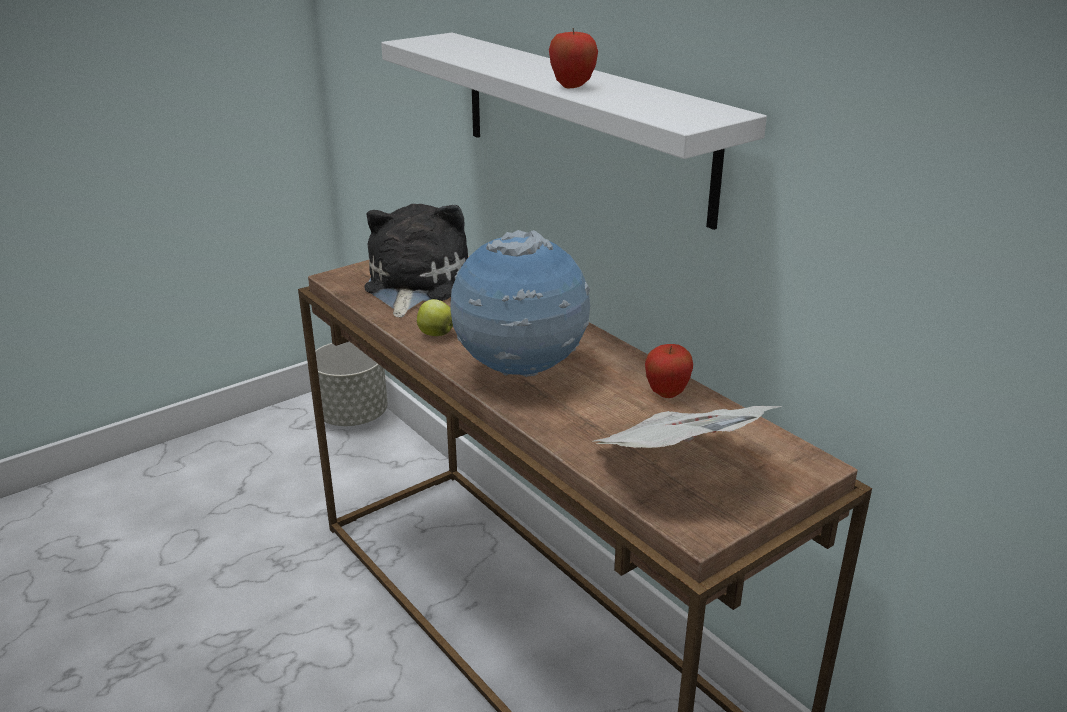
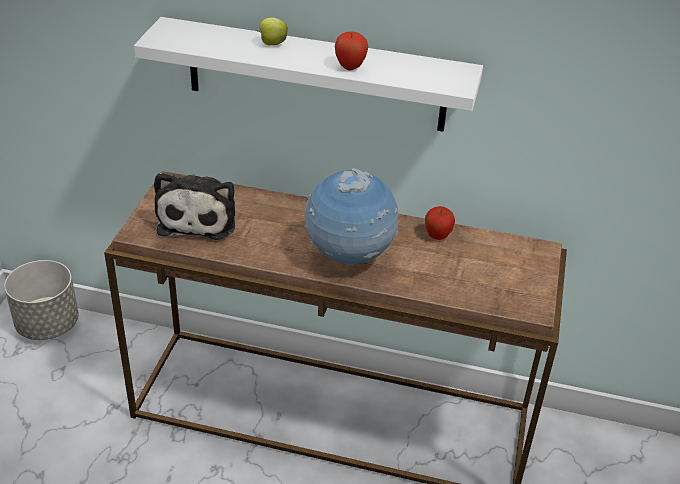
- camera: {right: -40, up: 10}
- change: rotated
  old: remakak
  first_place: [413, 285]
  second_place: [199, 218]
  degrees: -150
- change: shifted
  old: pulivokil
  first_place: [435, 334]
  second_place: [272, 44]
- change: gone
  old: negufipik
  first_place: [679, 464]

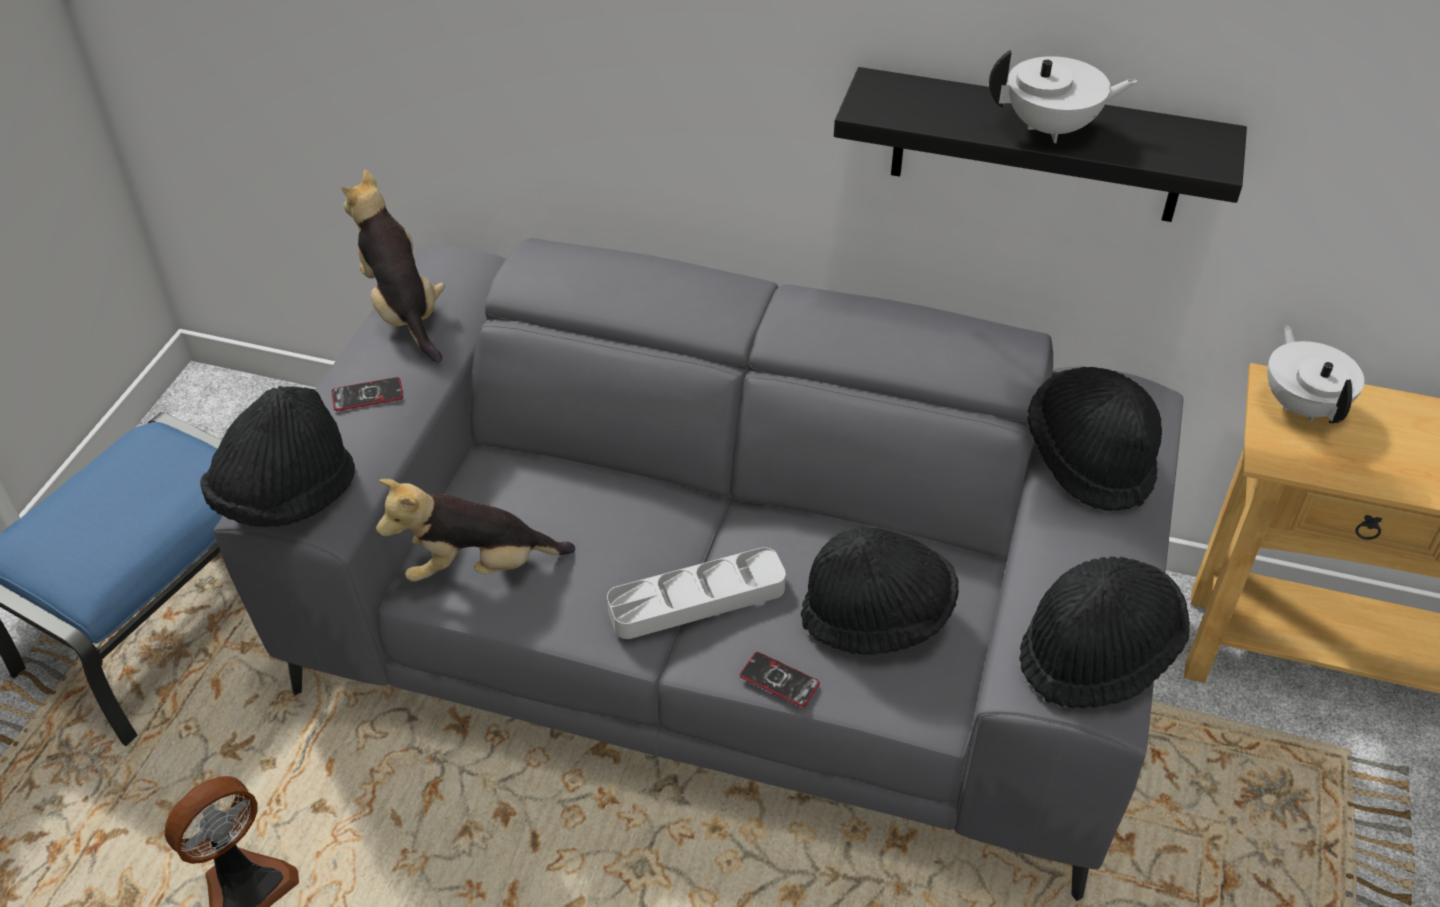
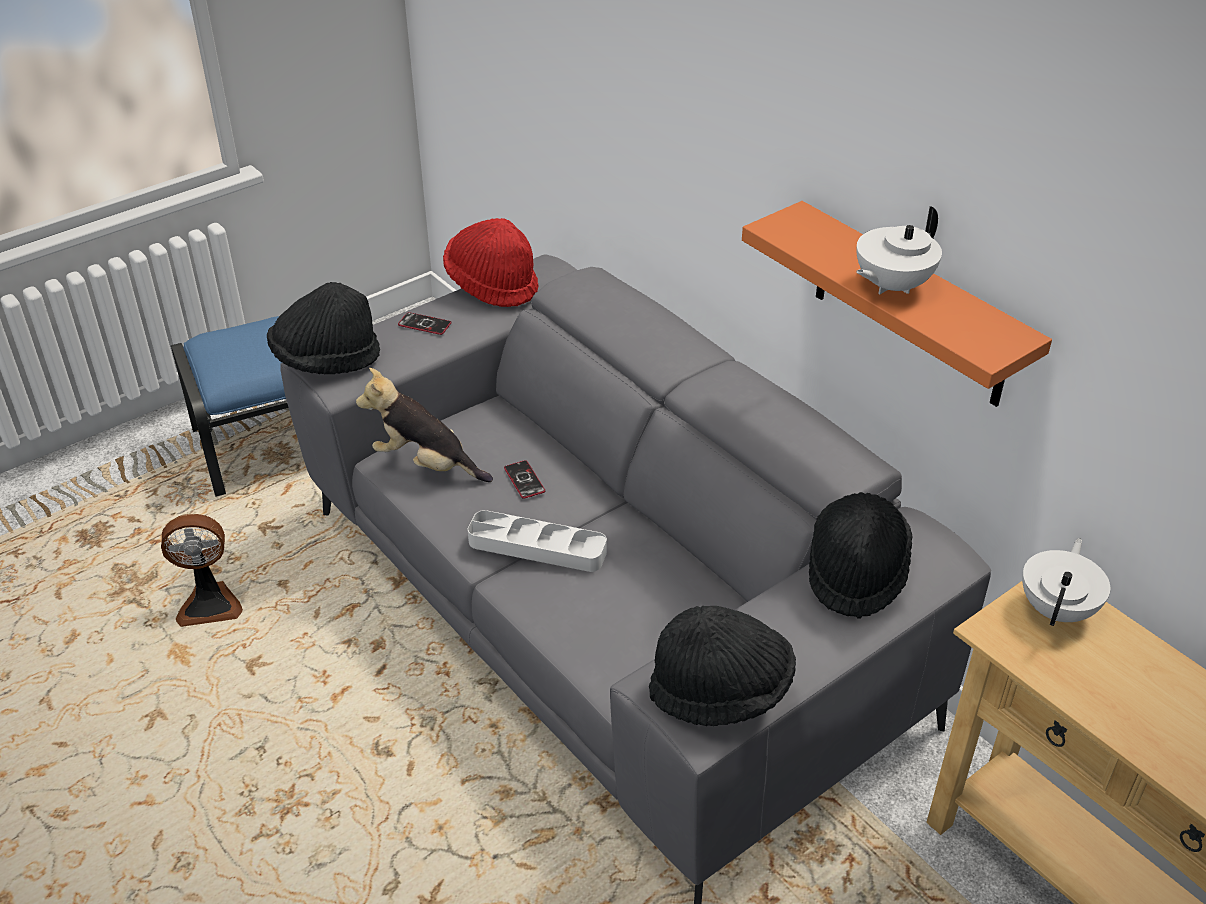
- camera: {right: 35, up: -5}
- change: swapped
  old: remakak
  new: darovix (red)
  first_place: [403, 311]
  second_place: [492, 285]
- change: shifted
  old: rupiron
  first_place: [779, 680]
  second_place: [524, 480]
- change: gone
  old: darovix (black)
  first_place: [877, 617]
- change: repainted
  old: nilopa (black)
  new: nilopa (orange)
  first_place: [1037, 147]
  second_place: [910, 307]
- change: rotated
  old: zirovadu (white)
  first_place: [1052, 129]
  second_place: [891, 286]
  degrees: 105

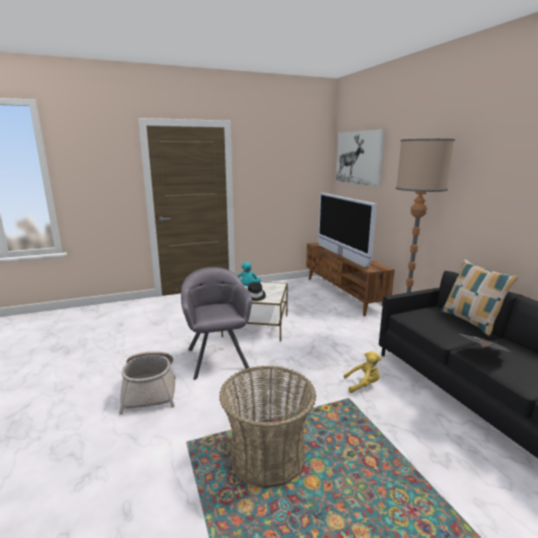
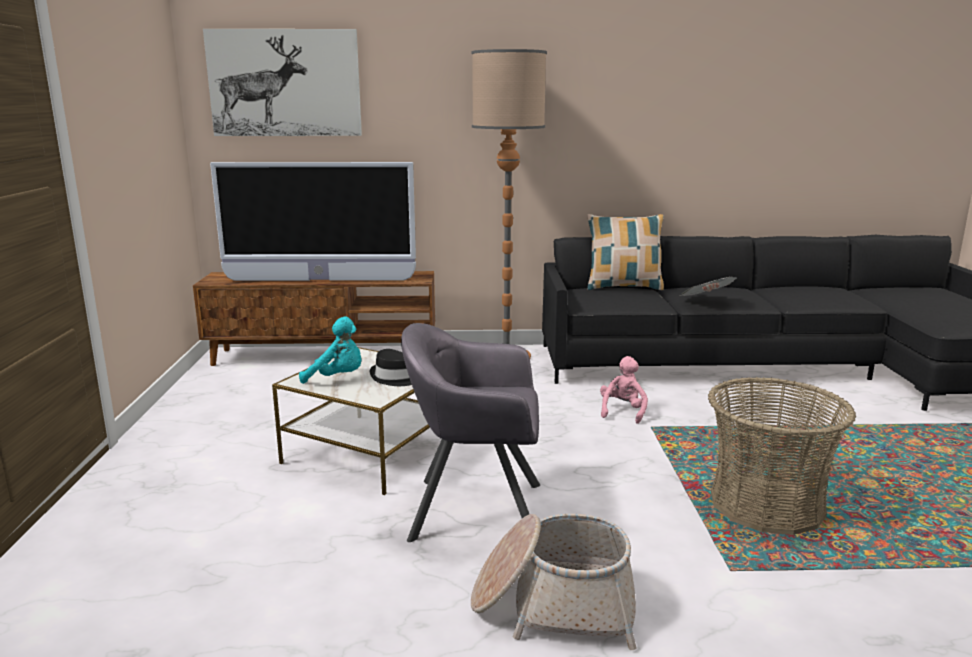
- camera: {right: -70, up: 0}
- change: repainted
  old: remakak (yellow)
  new: remakak (pink)
  first_place: [363, 385]
  second_place: [622, 411]

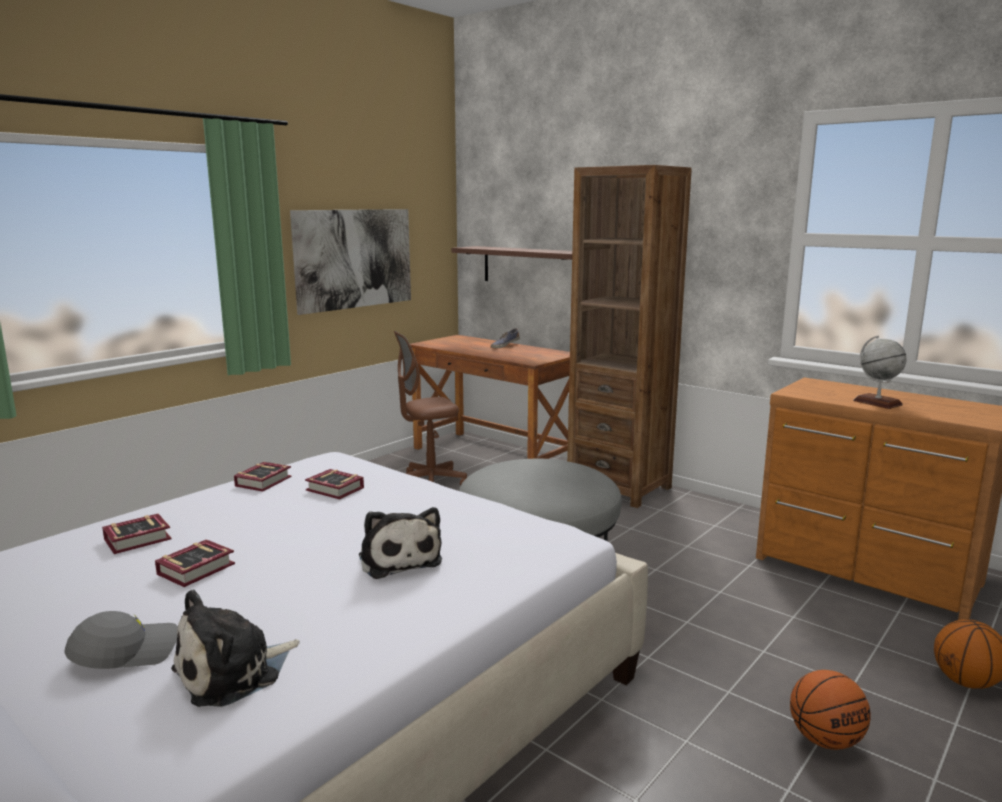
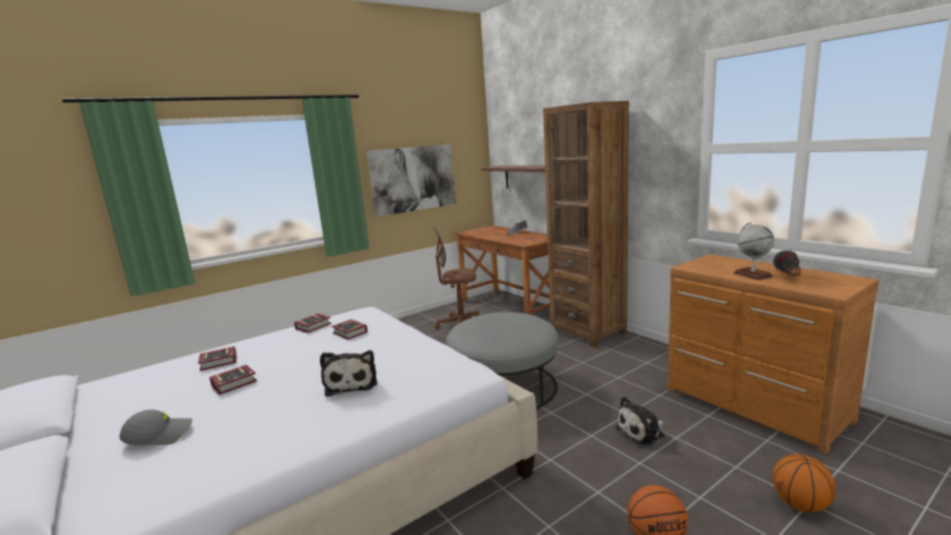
- camera: {right: 15, up: 0}
- change: shifted
  old: remakak
  first_place: [233, 672]
  second_place: [642, 432]
- change: new
  new: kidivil
  second_place: [789, 277]

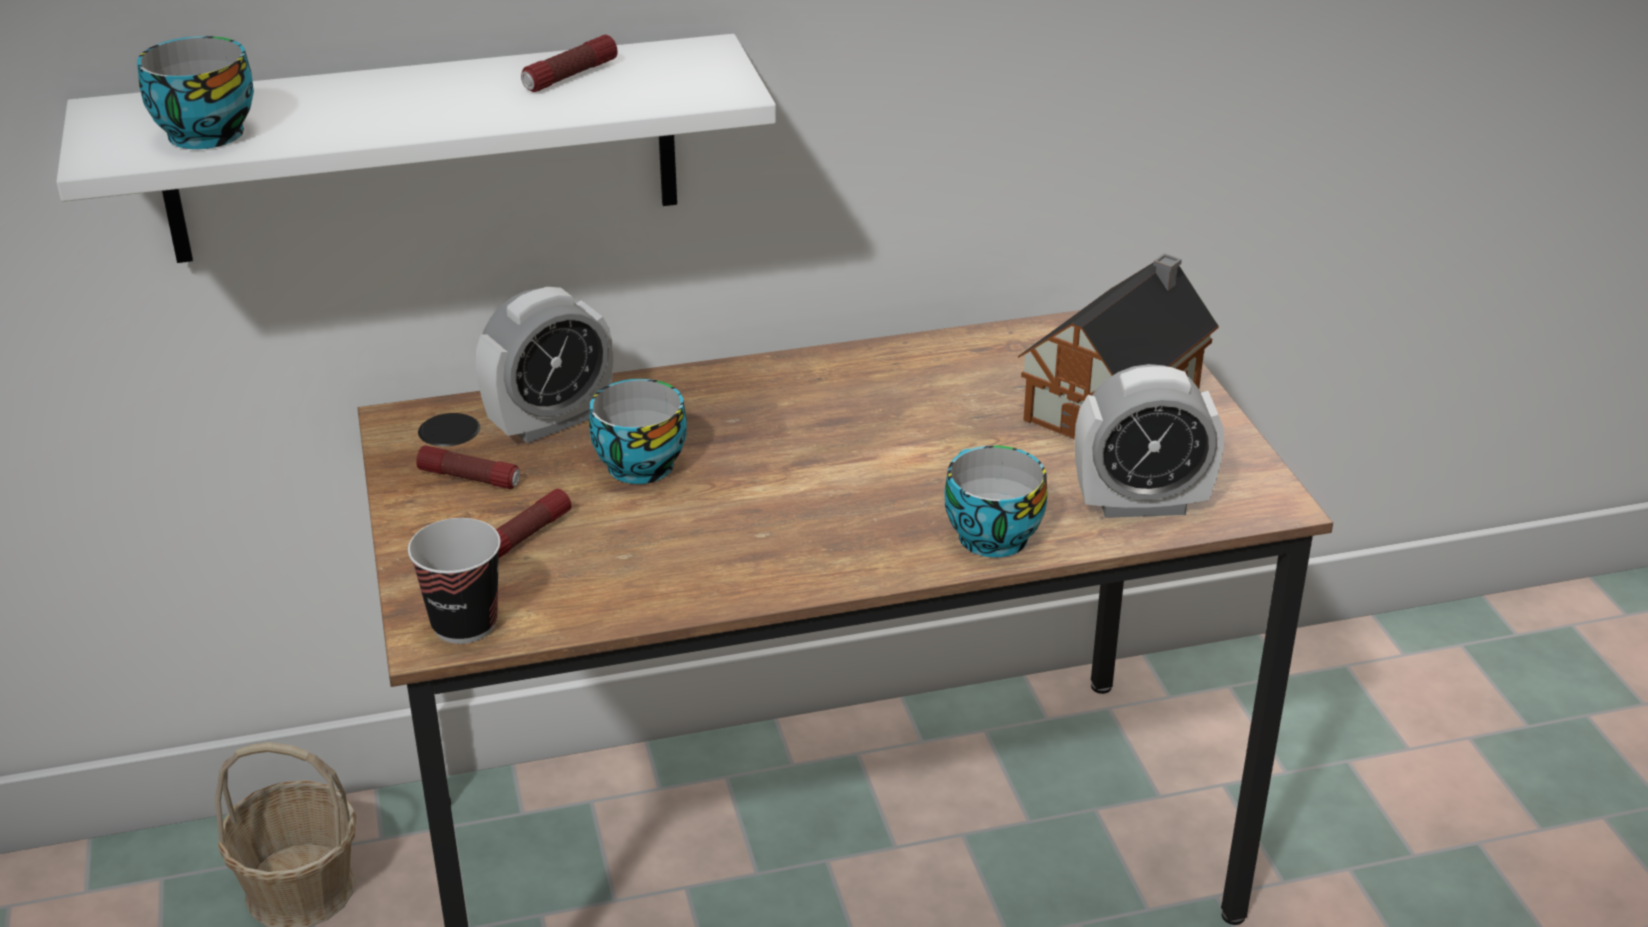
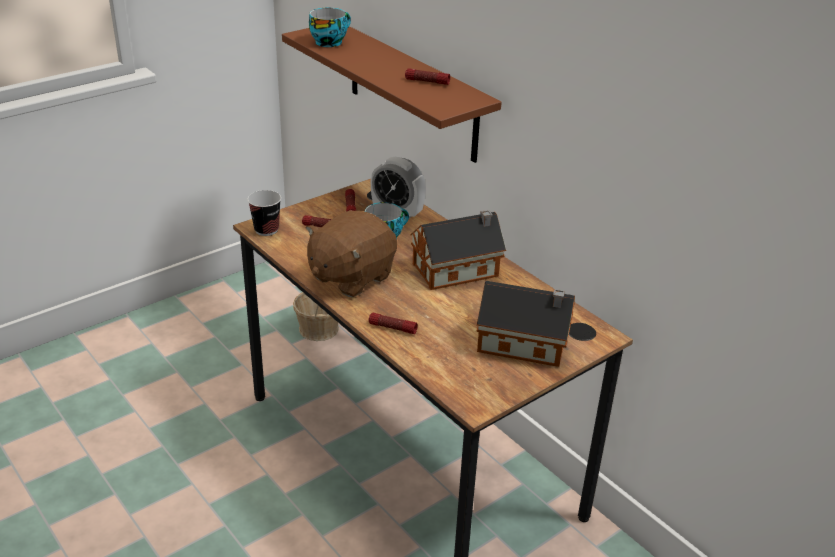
- camera: {right: 65, up: 0}
- change: repainted
  old: nilopa (white)
  new: nilopa (brown)
  first_place: [423, 149]
  second_place: [412, 91]
- change: swapped
  old: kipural
  new: kidivil
  first_place: [987, 535]
  second_place: [392, 328]
- change: gone
  old: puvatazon
  first_place: [1141, 504]
- change: new
  new: remakak (brown)
  second_place: [350, 276]
- change: new
  new: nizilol
  second_place: [459, 270]

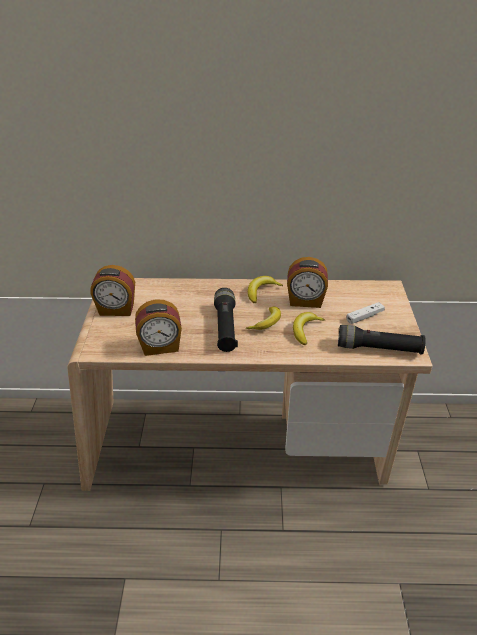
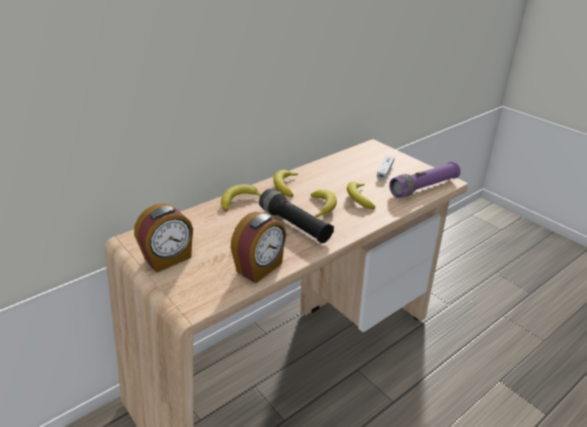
- camera: {right: -40, up: -5}
- change: gone
  old: puvatazon
  first_place: [305, 301]
- change: repainted
  old: kidivil (black)
  new: kidivil (purple)
  first_place: [378, 349]
  second_place: [424, 188]
- change: new
  new: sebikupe
  second_place: [239, 200]

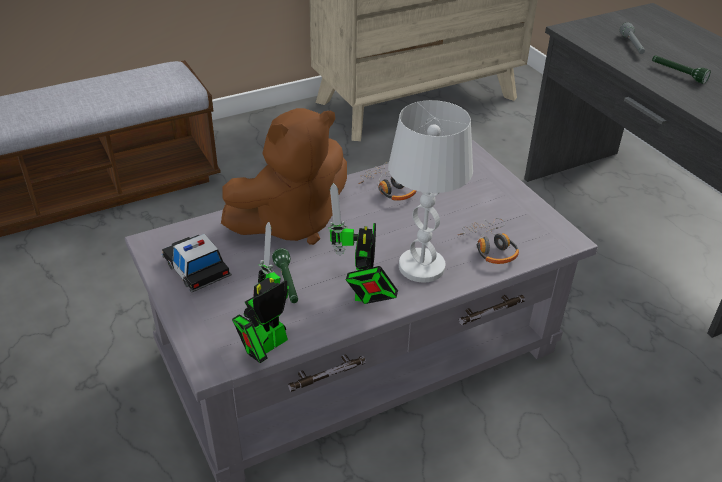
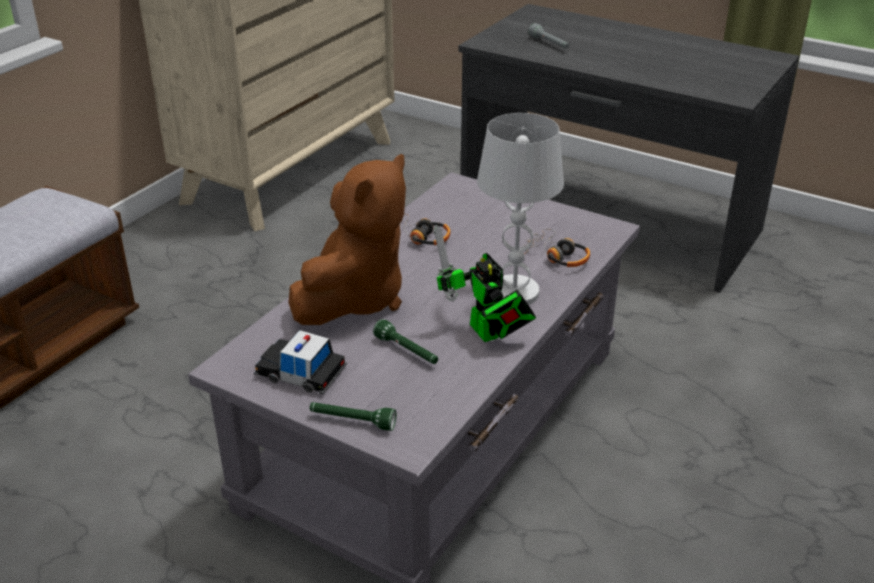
- camera: {right: -30, up: -5}
- change: gone
  old: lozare
  first_place: [265, 346]
- change: shifted
  old: kidivil (green)
  first_place: [677, 74]
  second_place: [352, 421]

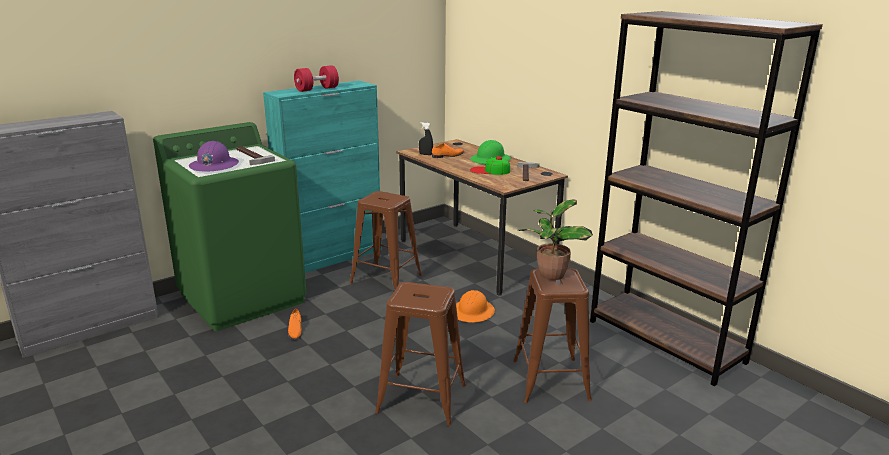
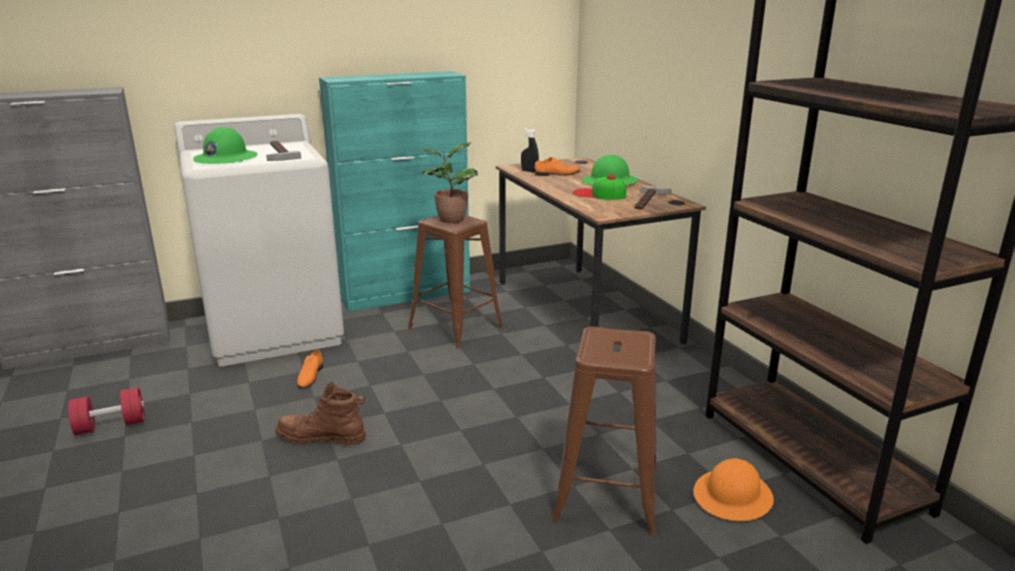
- camera: {right: 15, up: 0}
- change: repainted
  old: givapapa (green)
  new: givapapa (white)
  first_place: [243, 297]
  second_place: [275, 330]
- change: repainted
  old: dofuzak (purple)
  new: dofuzak (green)
  first_place: [214, 166]
  second_place: [225, 159]
- change: shifted
  old: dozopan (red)
  first_place: [317, 89]
  second_place: [111, 426]
- change: gone
  old: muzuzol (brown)
  first_place: [421, 398]
- change: shifted
  old: dofuzak (orange)
  first_place: [473, 312]
  second_place: [733, 497]
- change: shifted
  old: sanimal
  first_place: [550, 275]
  second_place: [450, 220]
- change: new
  new: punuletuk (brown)
  second_place: [322, 437]

